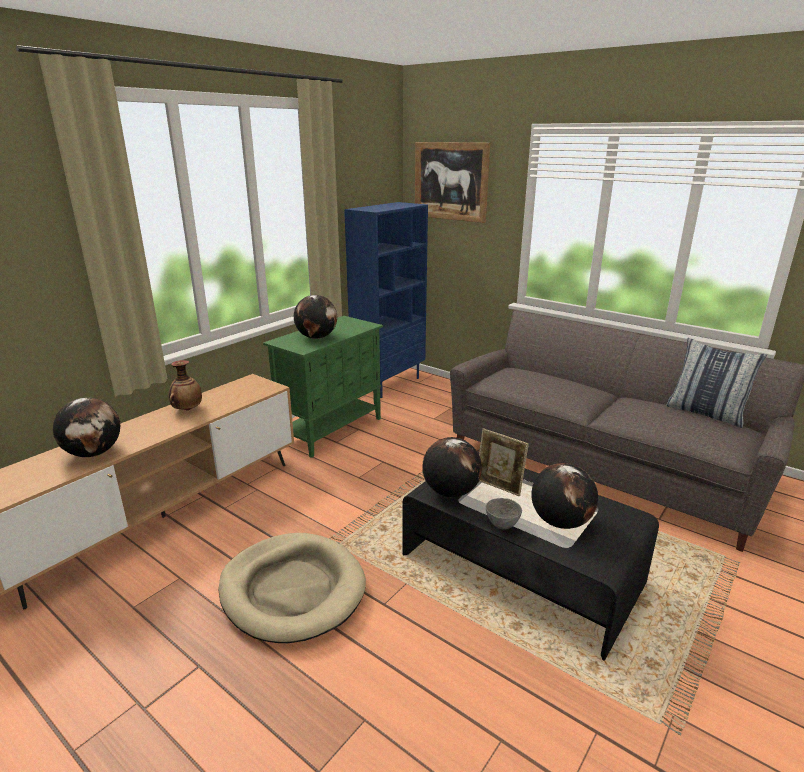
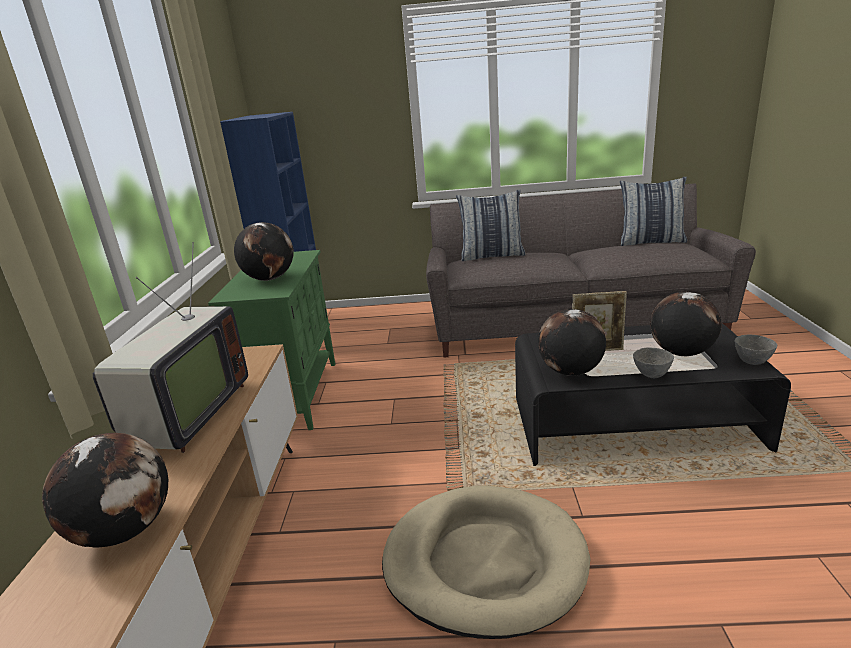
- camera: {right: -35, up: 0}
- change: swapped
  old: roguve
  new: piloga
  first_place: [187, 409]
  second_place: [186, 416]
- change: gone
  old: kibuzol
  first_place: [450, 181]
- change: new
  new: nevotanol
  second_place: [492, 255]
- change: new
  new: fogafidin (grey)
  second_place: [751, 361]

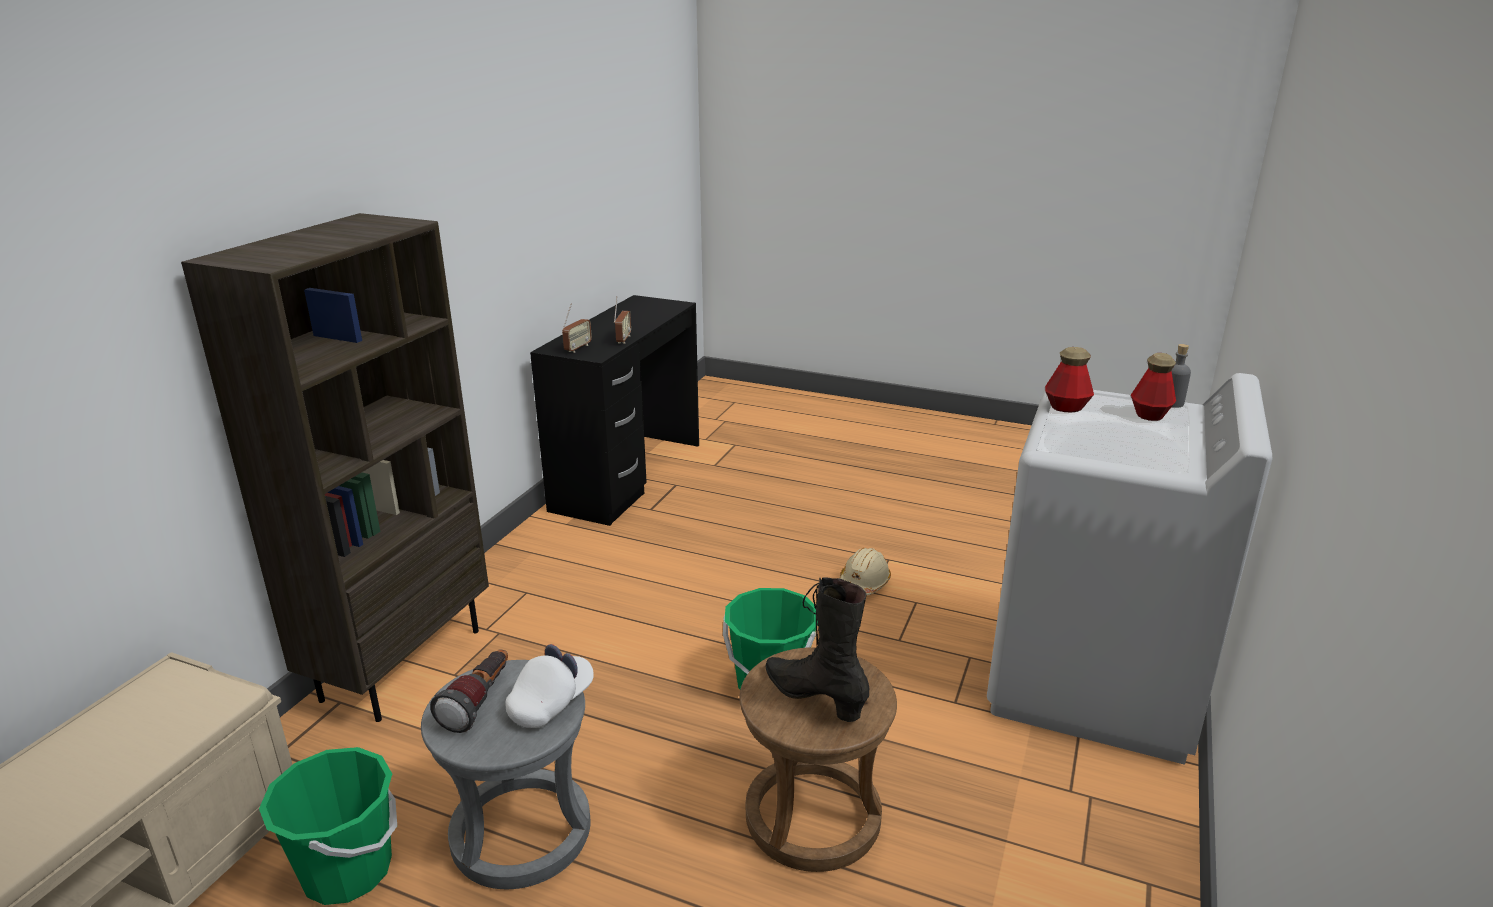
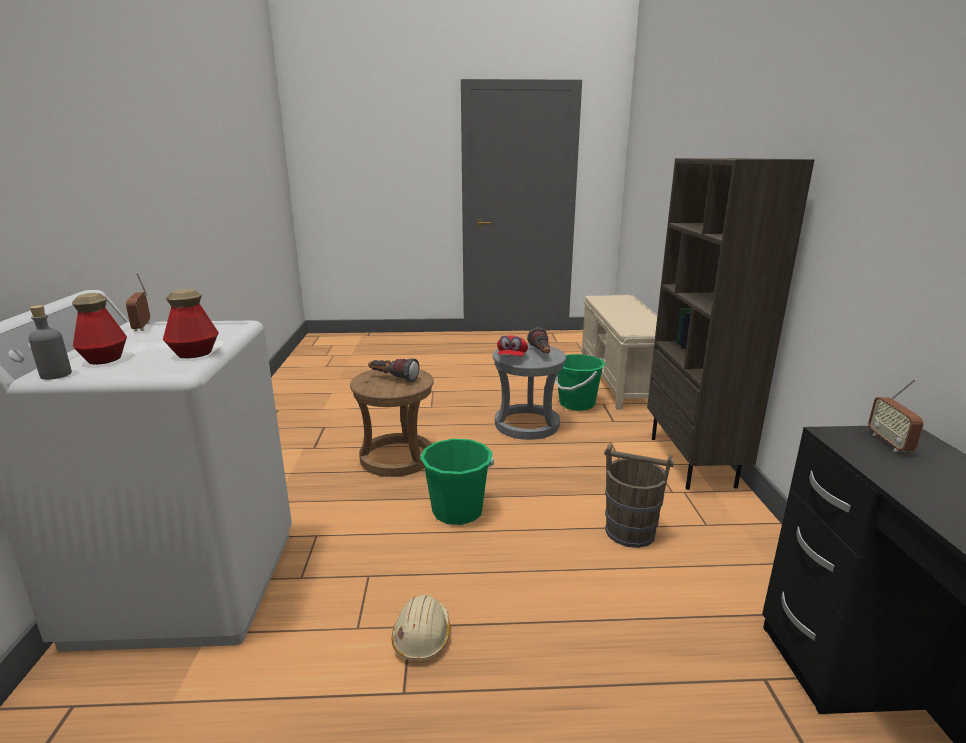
- camera: {right: 155, up: -5}
- change: repainted
  old: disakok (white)
  new: disakok (red)
  first_place: [551, 703]
  second_place: [512, 358]
- change: shifted
  old: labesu
  first_place: [623, 339]
  second_place: [142, 327]
- change: swapped
  old: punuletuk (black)
  new: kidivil
  first_place: [814, 697]
  second_place: [393, 379]
- change: new
  new: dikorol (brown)
  second_place: [630, 532]

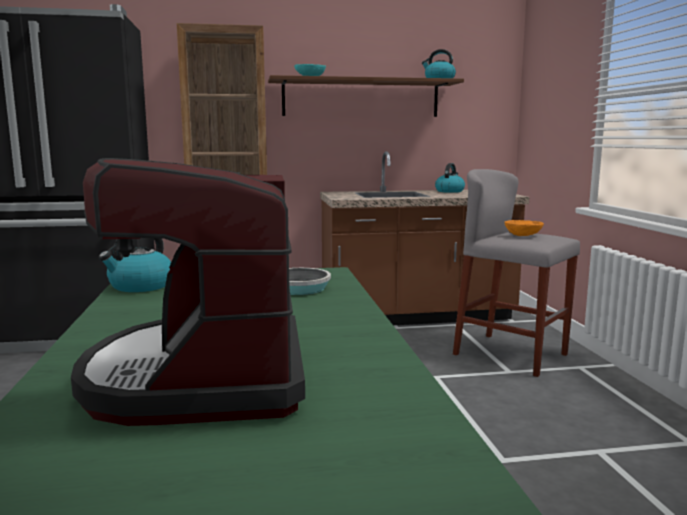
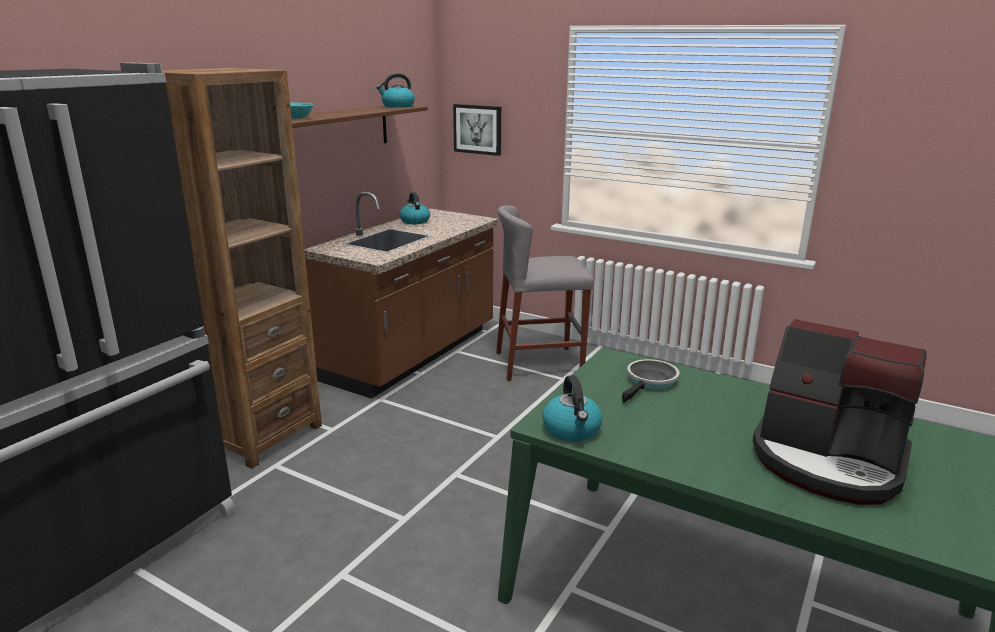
- camera: {right: -50, up: 10}
- change: gone
  old: fogafidin (orange)
  first_place: [523, 235]
- change: new
  new: kibuzol
  second_place: [478, 129]

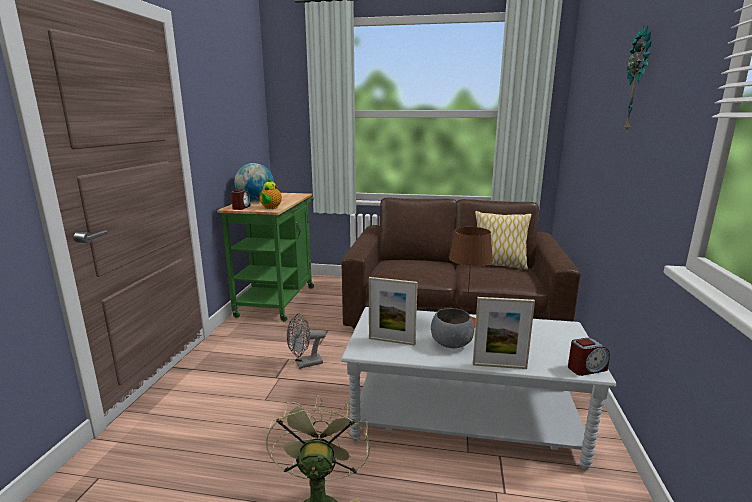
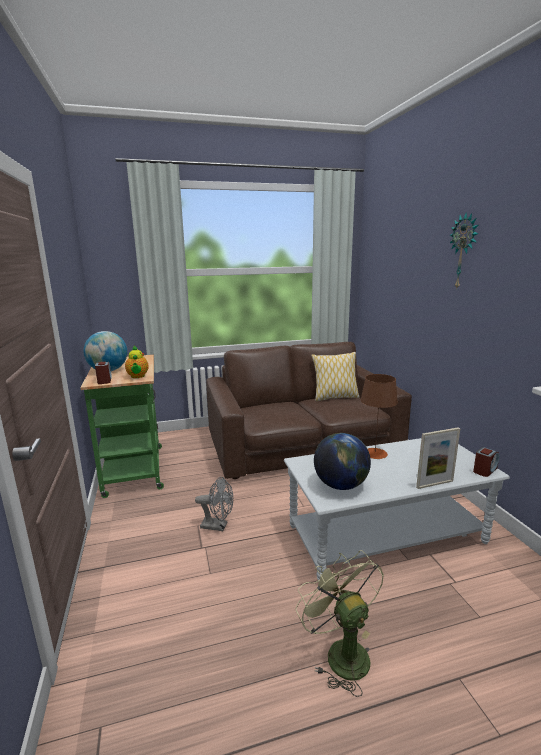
- camera: {right: -25, up: 0}
- change: rotated
  old: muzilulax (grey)
  first_place: [305, 364]
  second_place: [218, 526]
  degrees: -120
- change: swapped
  old: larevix
  new: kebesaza
  first_place: [392, 341]
  second_place: [341, 485]
- change: gone
  old: fogafidin (grey)
  first_place: [451, 343]

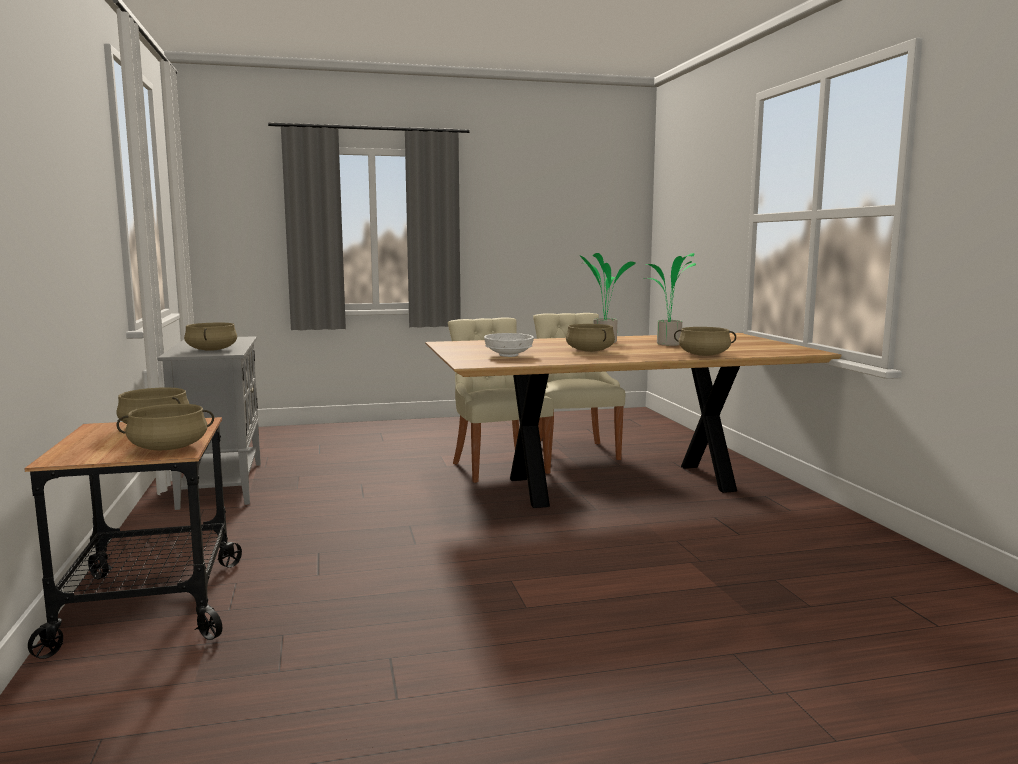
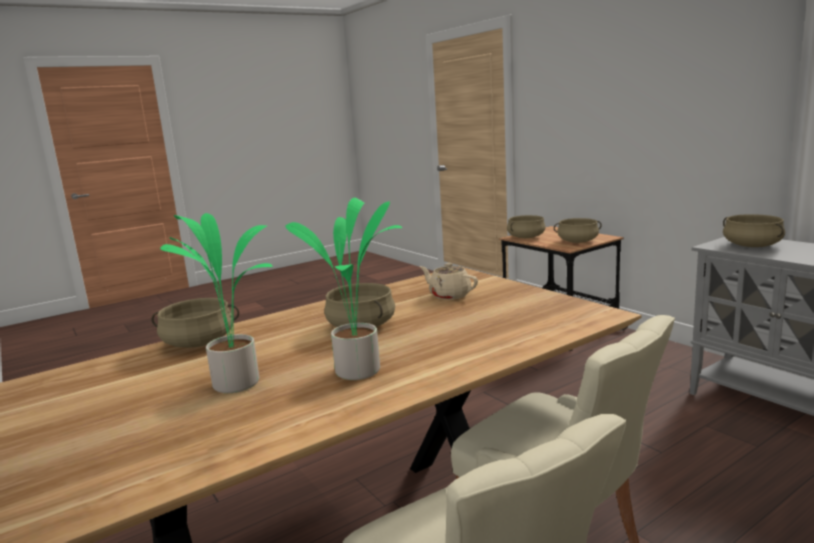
- camera: {right: 160, up: 5}
- change: swapped
  old: fogafidin (white)
  new: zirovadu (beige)
  first_place: [508, 355]
  second_place: [449, 295]

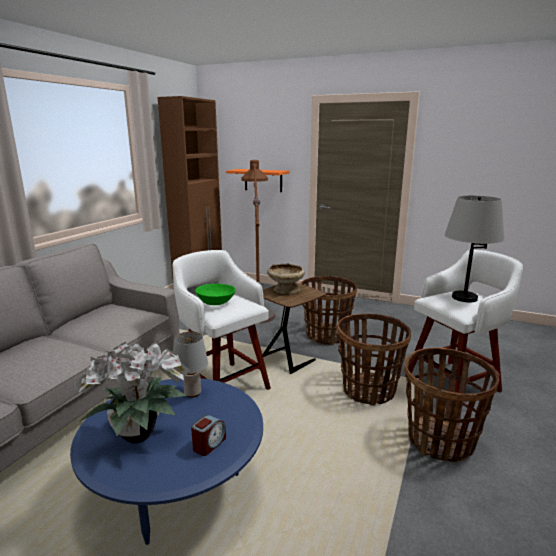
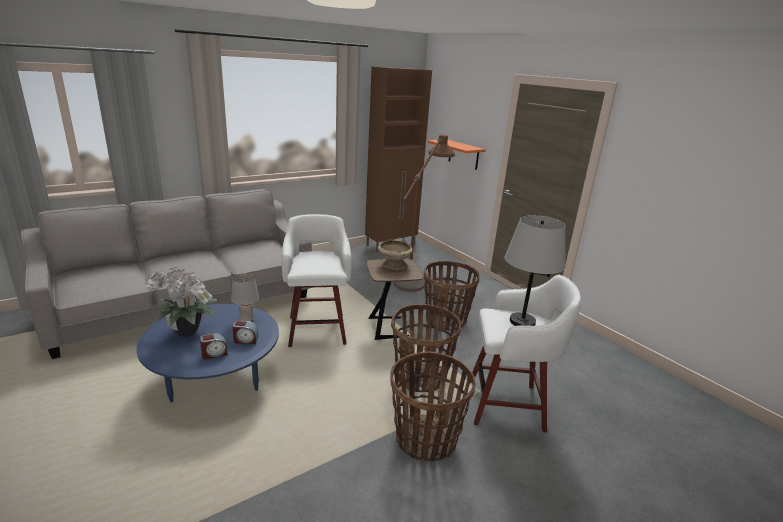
- camera: {right: 30, up: 5}
- change: gone
  old: fogafidin (green)
  first_place: [215, 303]
- change: new
  new: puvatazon
  second_place: [245, 340]

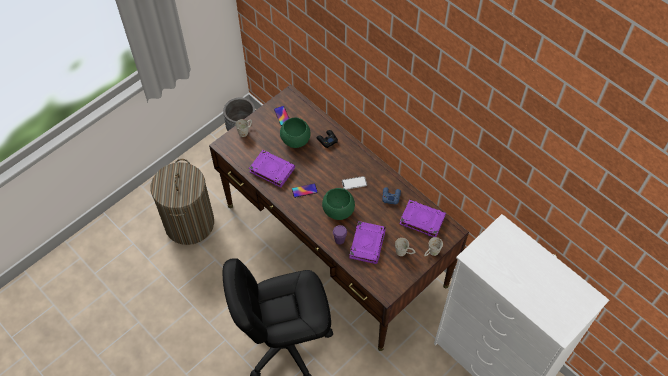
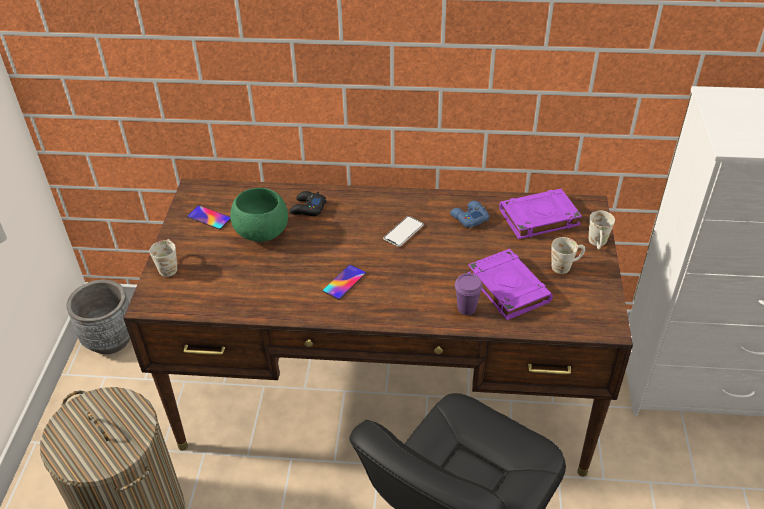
- camera: {right: -40, up: -15}
- change: gone
  old: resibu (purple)
  first_place: [271, 170]
- change: gone
  old: fogafidin (green)
  first_place: [338, 210]

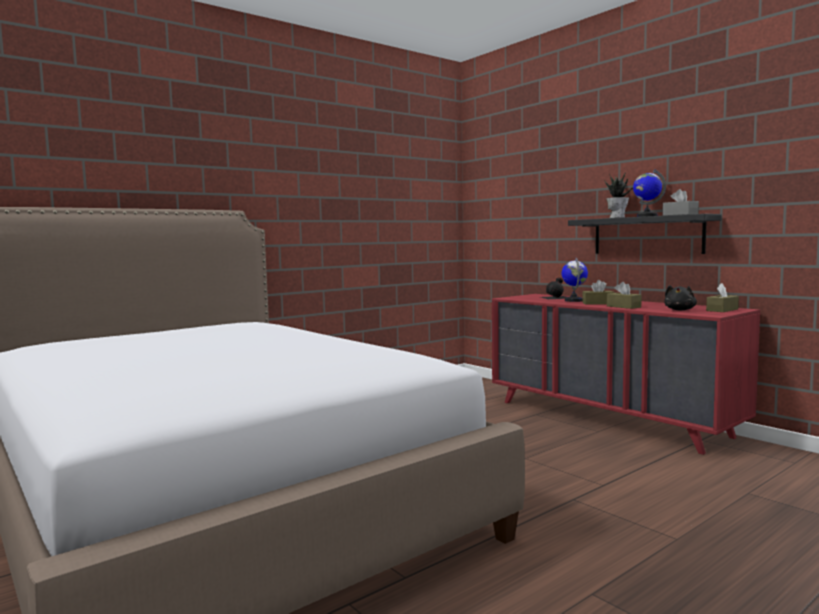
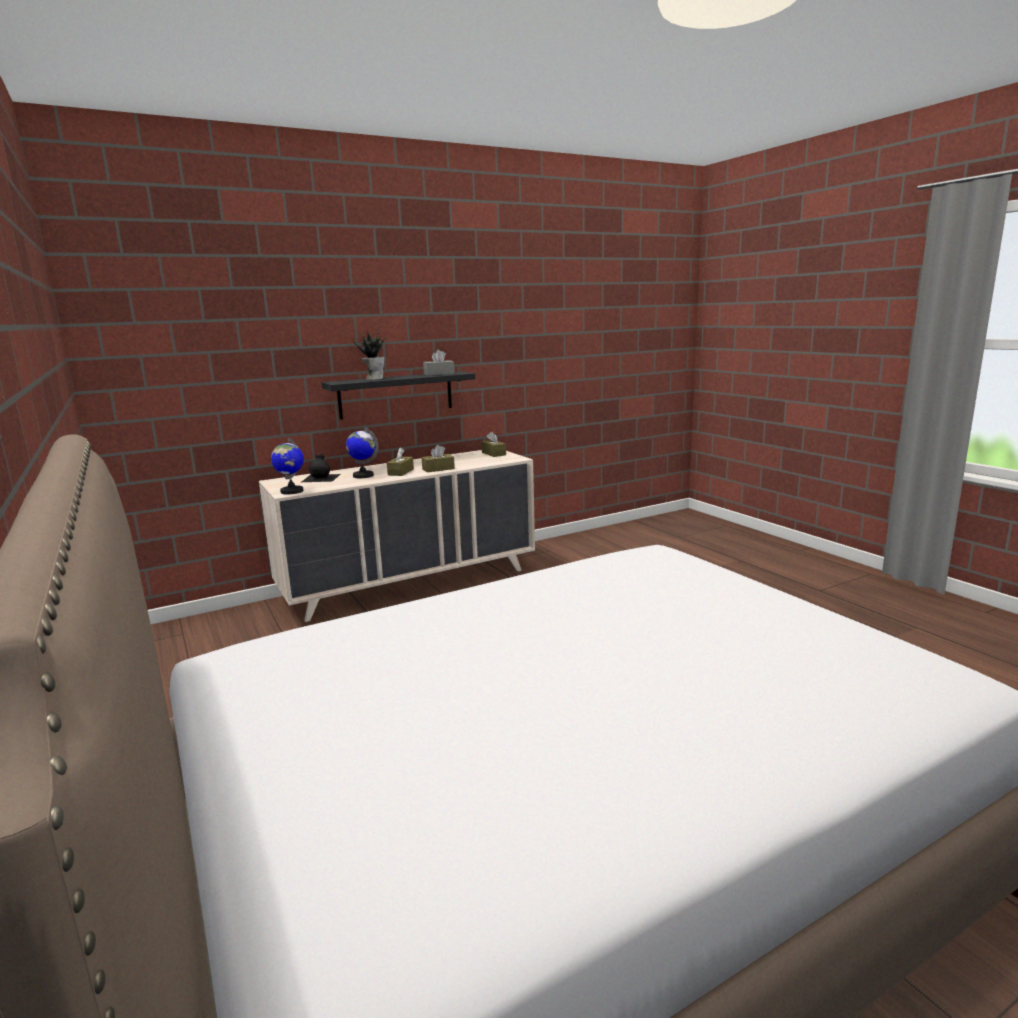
- camera: {right: -80, up: 10}
- change: repainted
  old: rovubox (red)
  new: rovubox (beige)
  first_place: [608, 418]
  second_place: [410, 583]
- change: shifted
  old: kebesaza
  first_place: [646, 216]
  second_place: [291, 491]
- change: gone
  old: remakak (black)
  first_place: [680, 310]

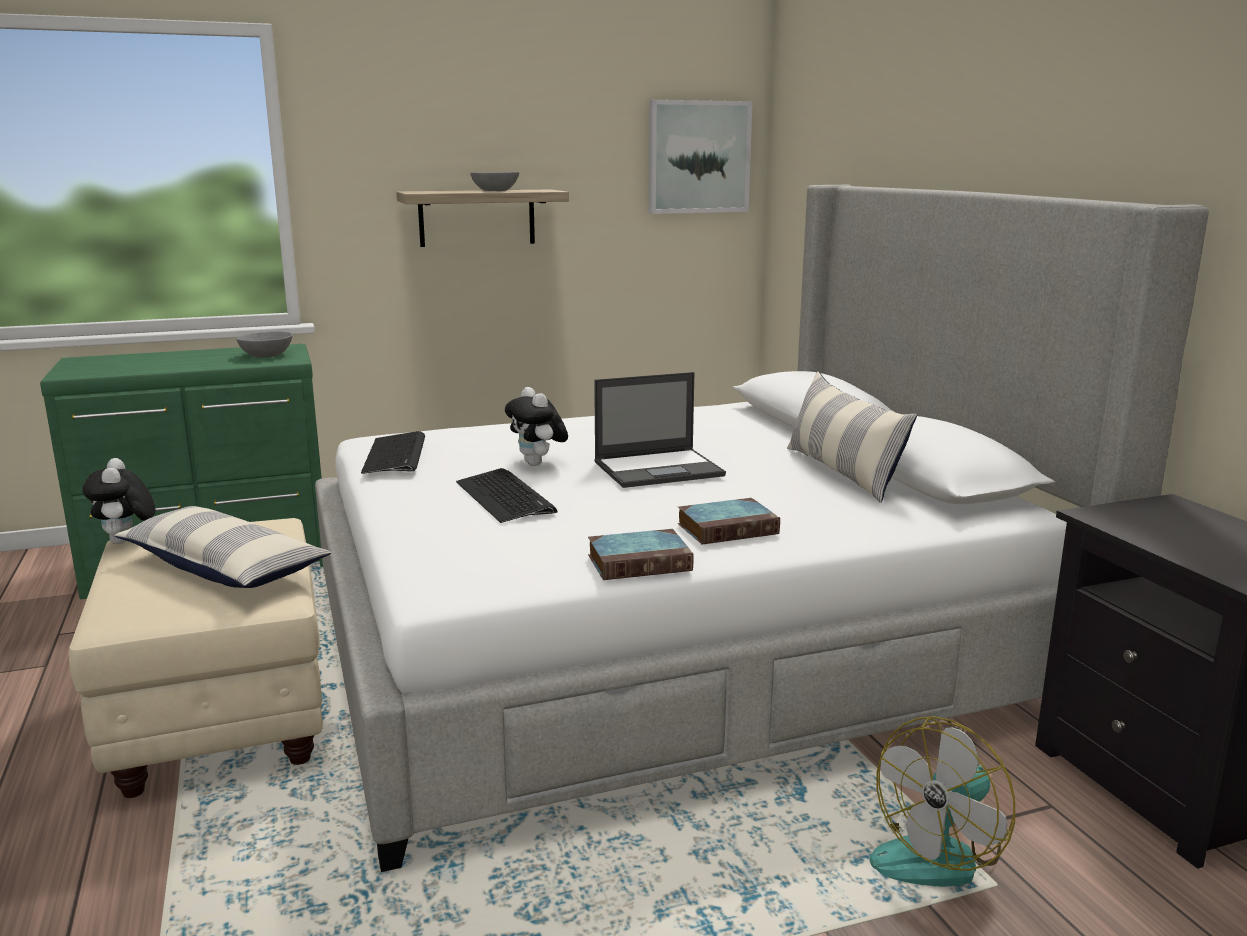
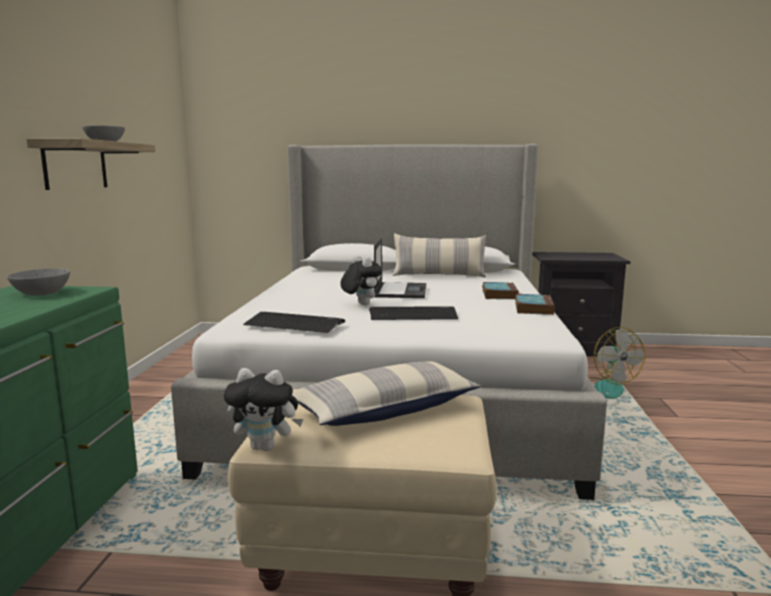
- camera: {right: -65, up: -5}
- change: rotated
  old: remakak
  first_place: [538, 464]
  second_place: [360, 304]
  degrees: -120
- change: gone
  old: kibuzol
  first_place: [698, 157]

